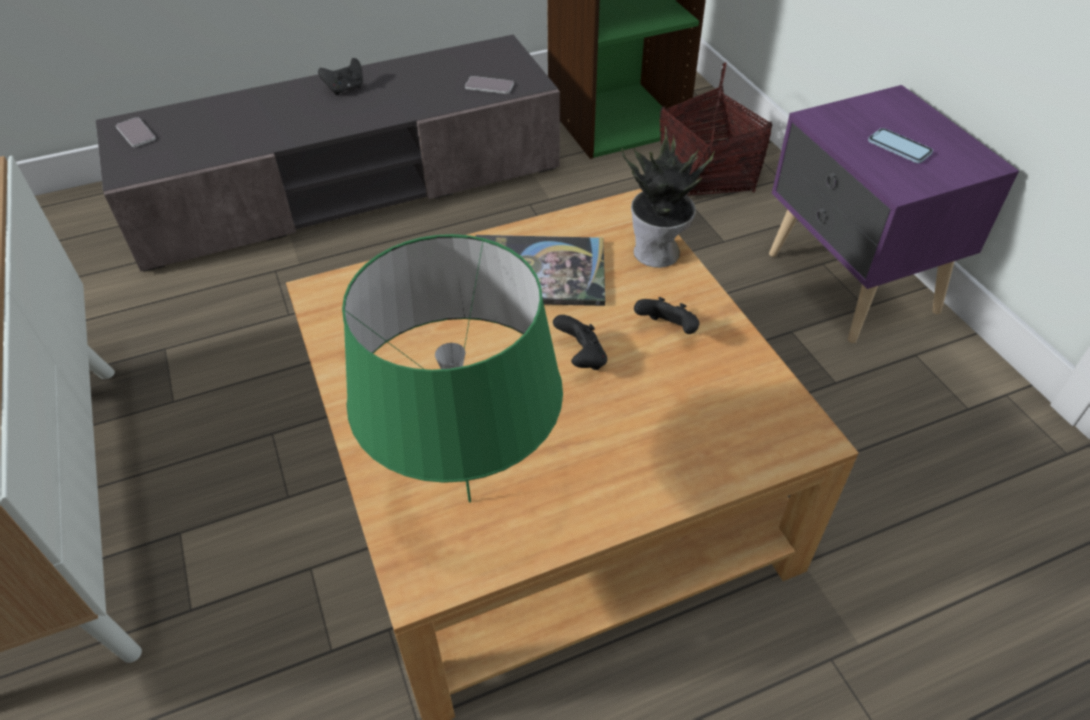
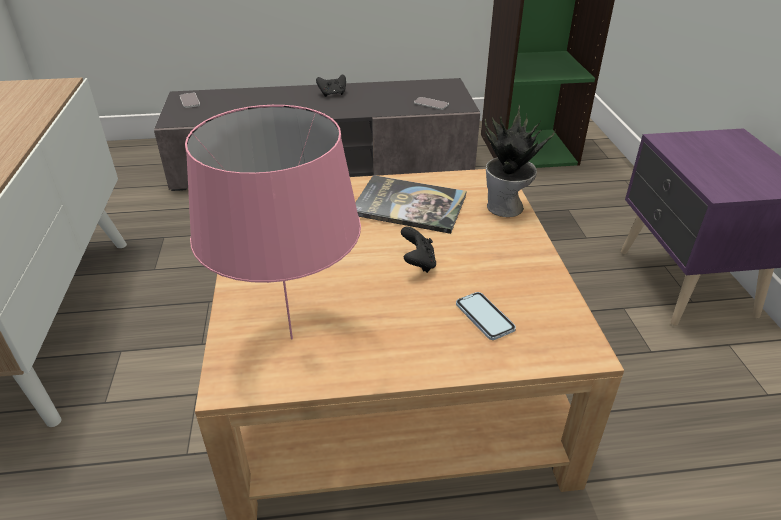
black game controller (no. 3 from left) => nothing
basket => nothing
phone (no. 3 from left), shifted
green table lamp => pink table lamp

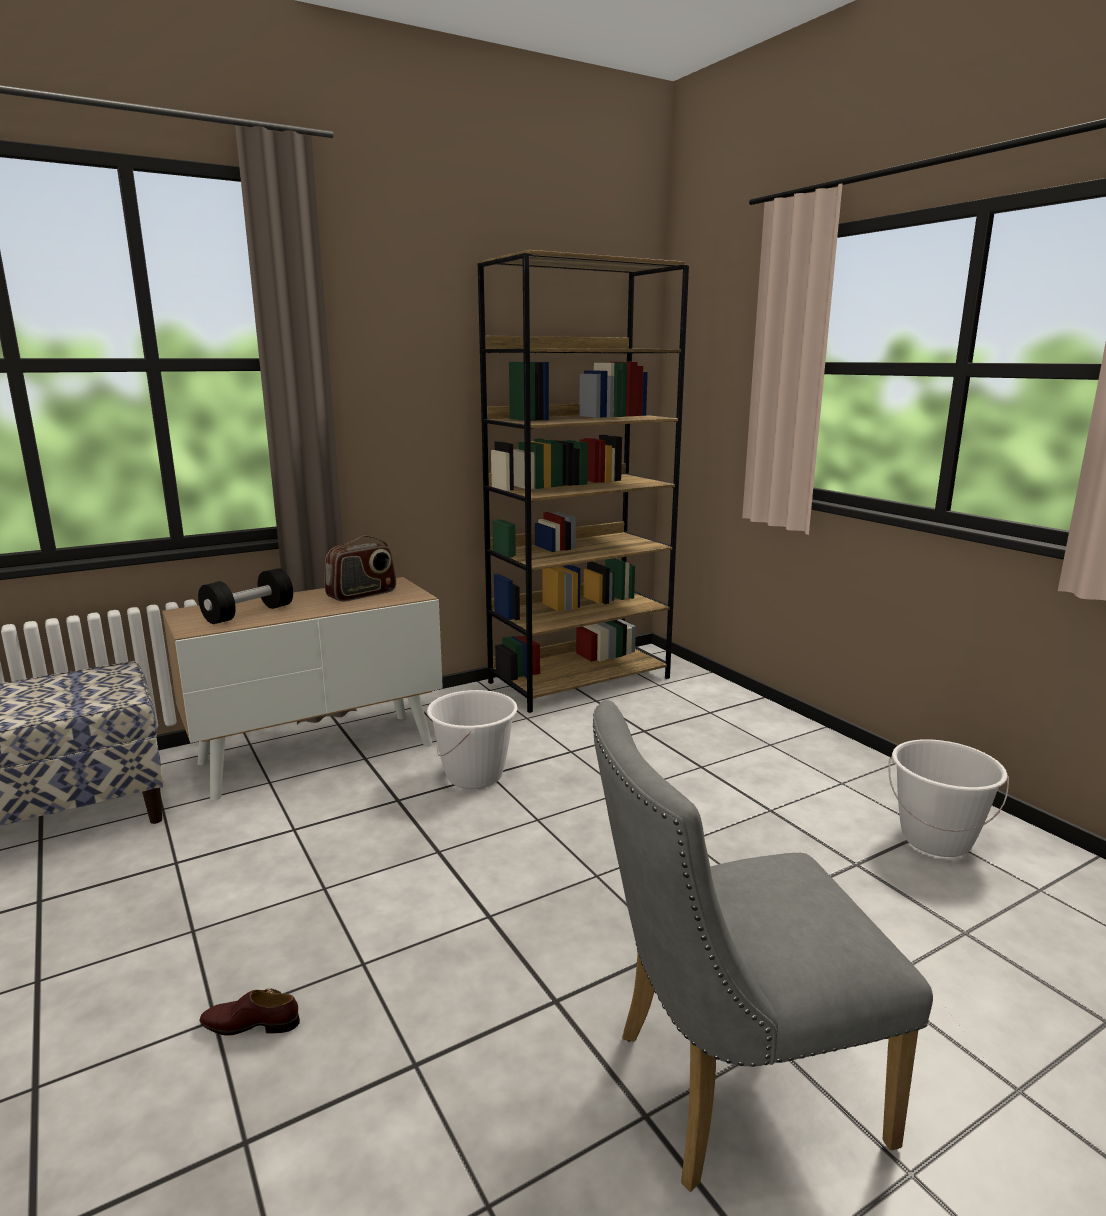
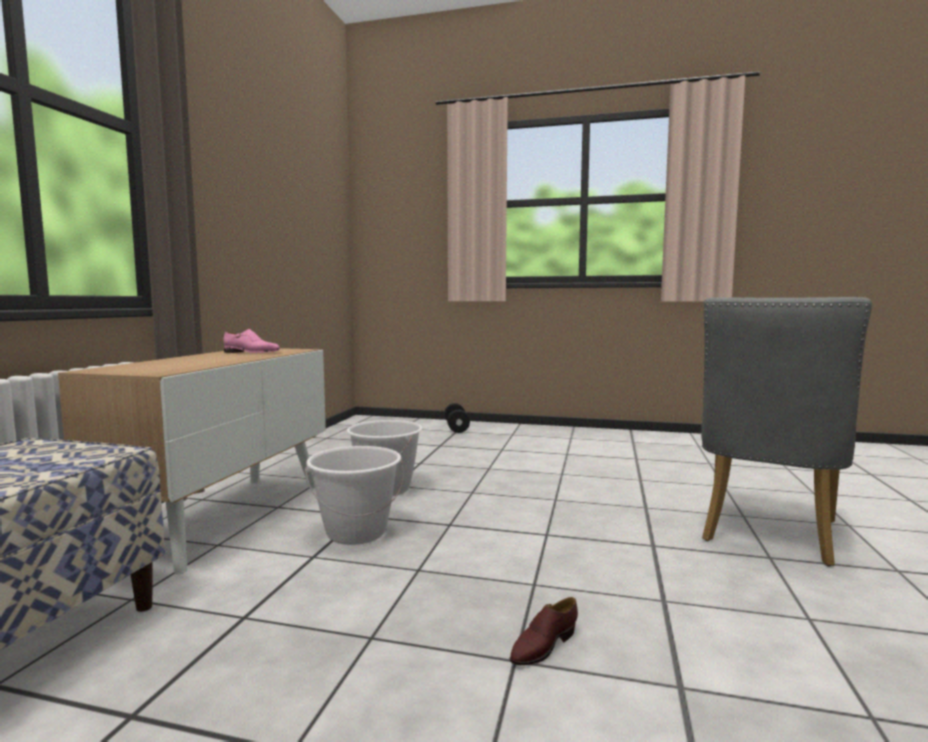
brown bookcase => nothing
black dumbbell, shifted
white bucket (no. 2 from left in the first image) => white bucket (no. 1 from left), shifted
radio => pink shoe

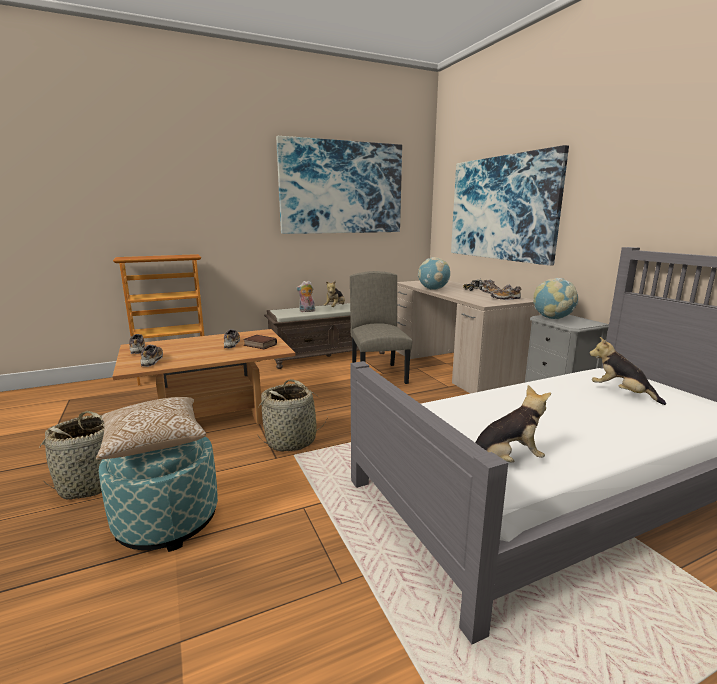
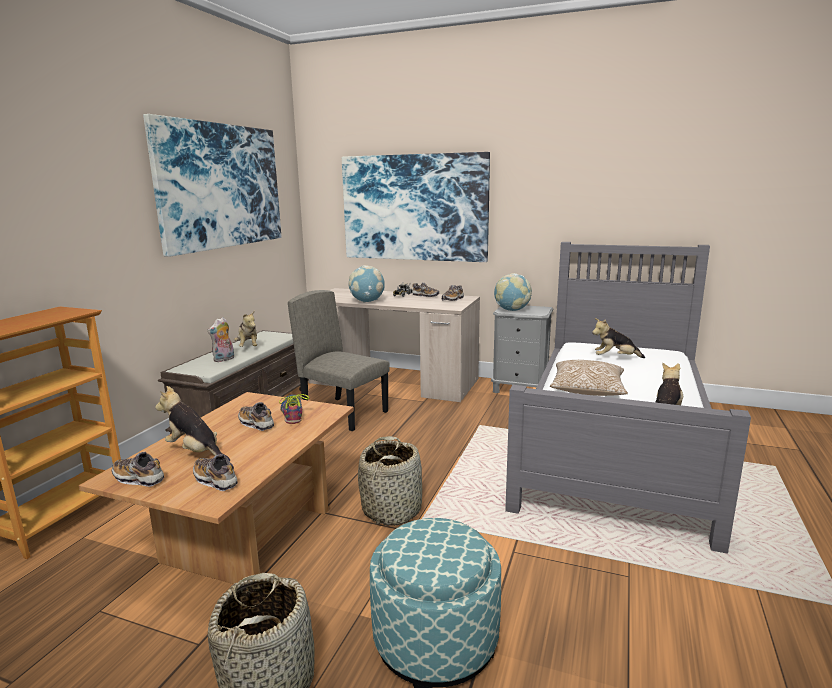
nothing => plush toy (no. 1 from left)
pillow, shifted
book => shoe (no. 4 from left)

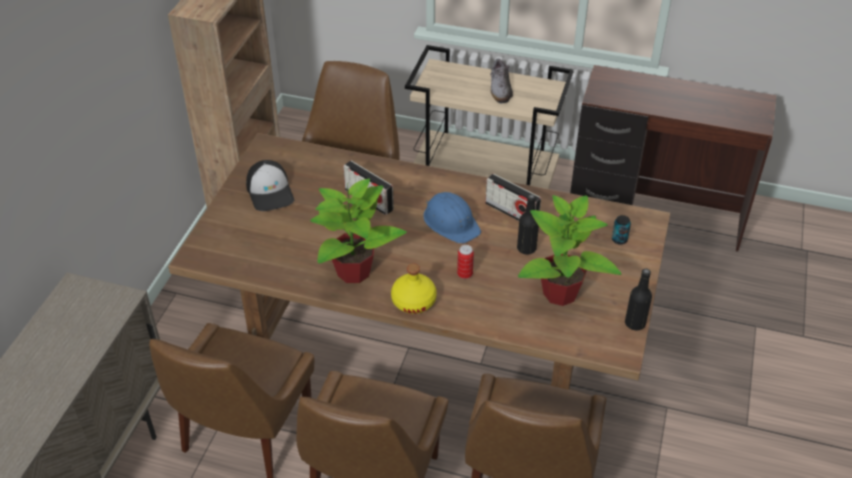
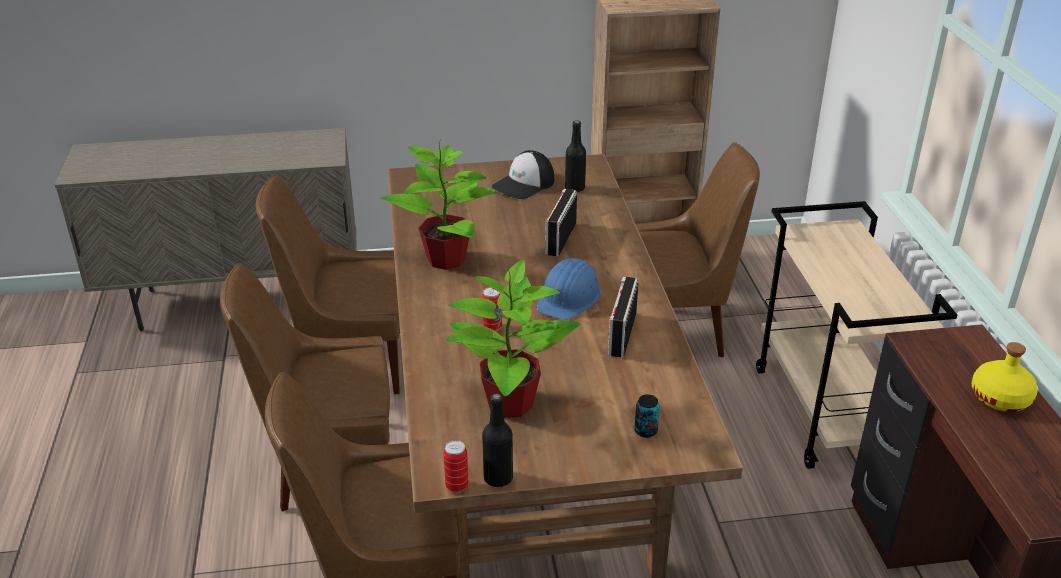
shoe => nothing
nothing => can (no. 1 from left)
yellow bottle, shifted
black bottle (no. 1 from left in the first image) => black bottle (no. 2 from left), shifted

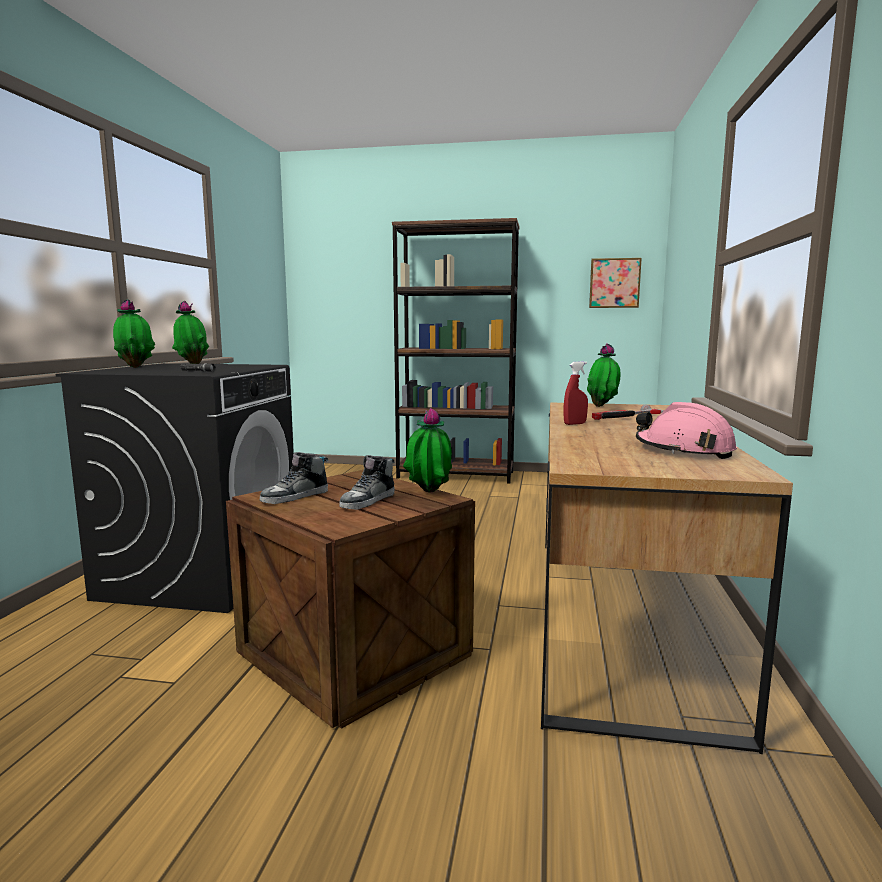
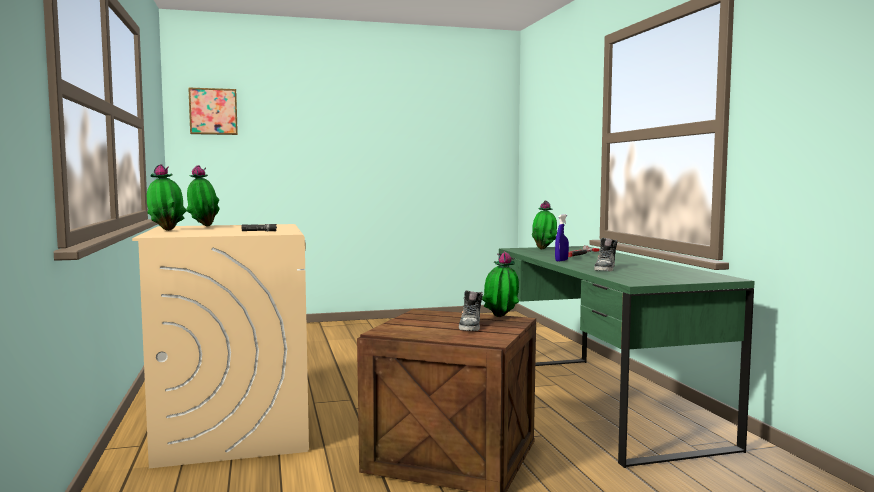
brown bookcase => nothing
pink hard hat => nothing
shoe (no. 1 from left in the first image) => shoe (no. 2 from left), shifted
picture, shifted
black washing machine => beige washing machine
brown desk => green desk
red spray bottle => blue spray bottle

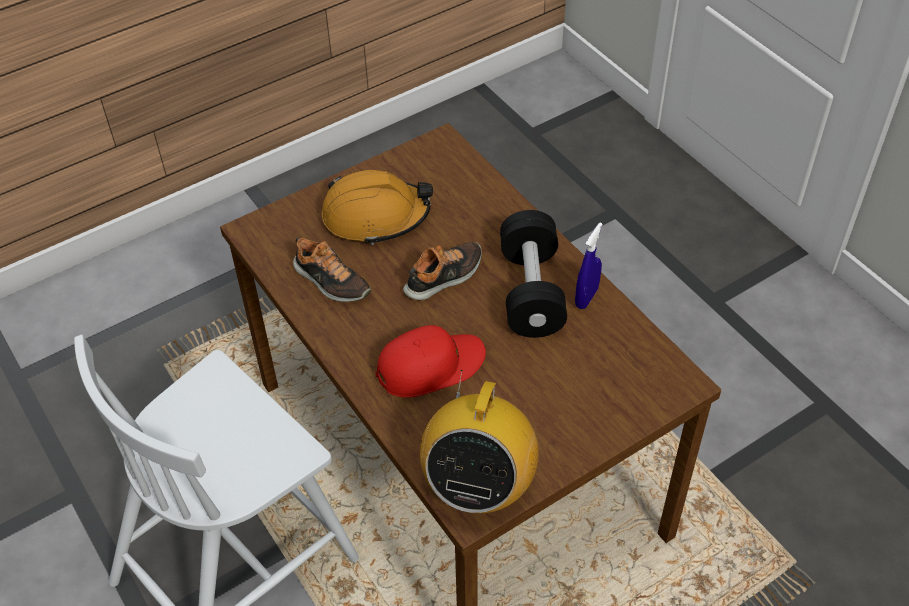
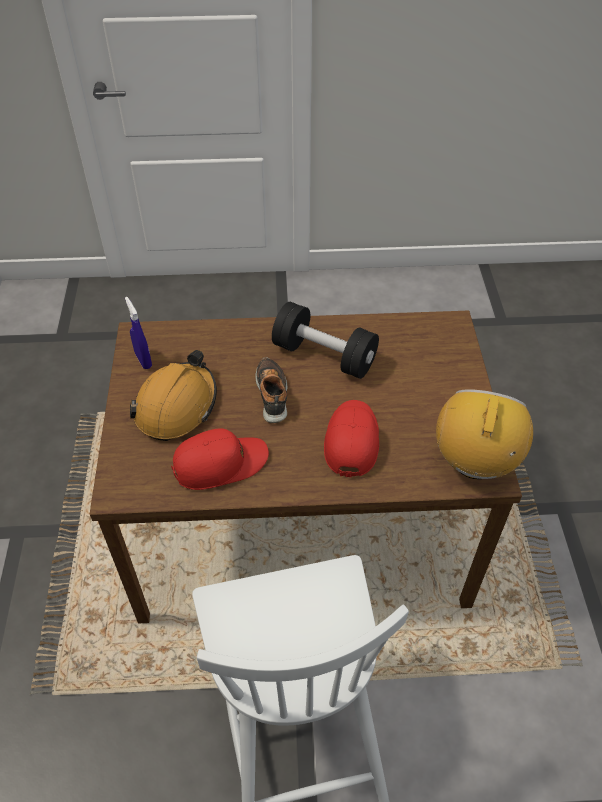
blue spray bottle, shifted
shoe (no. 1 from left) => red cap (no. 1 from left)
radio, 120 degrees counterclockwise

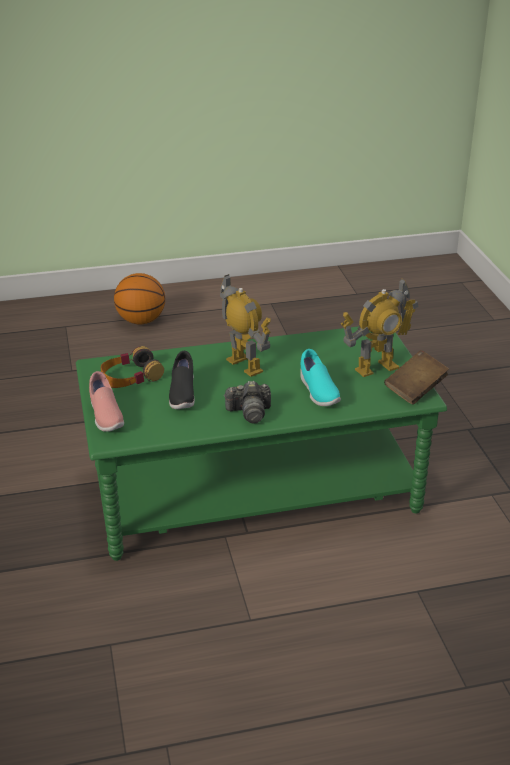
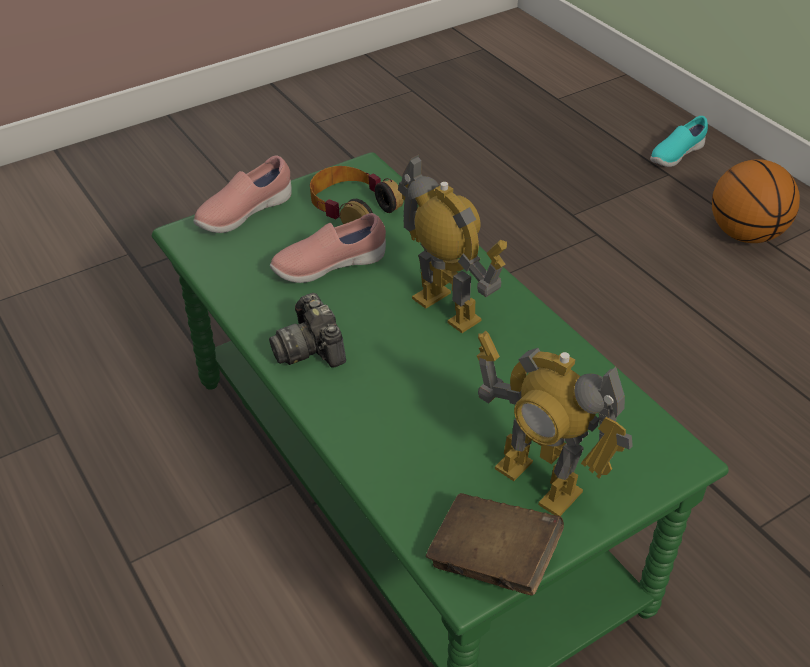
turquoise shoe, shifted
black shoe => pink shoe (no. 2 from left)
toy robot (no. 1 from left), 75 degrees counterclockwise

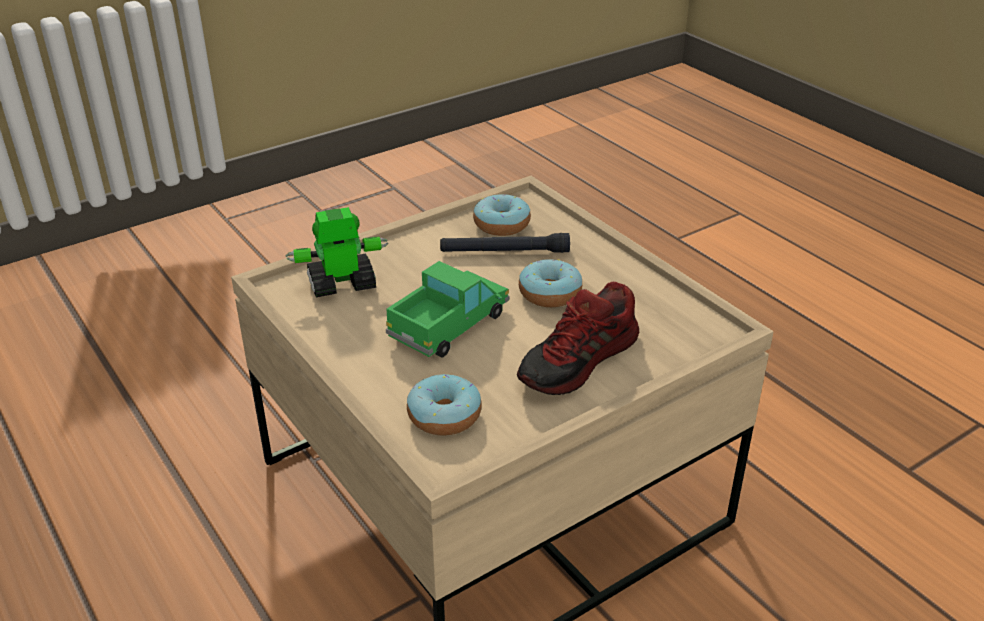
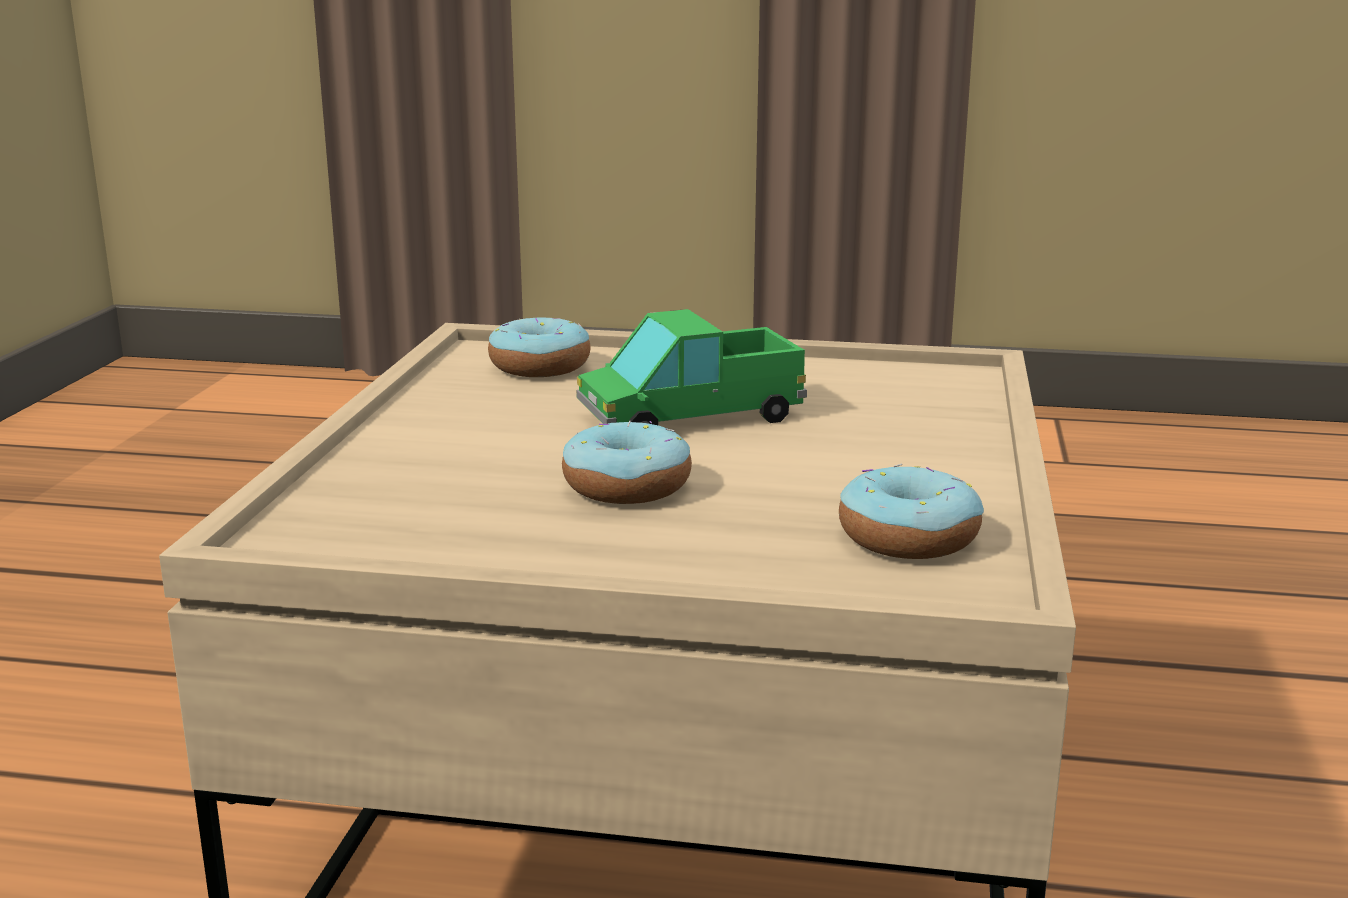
toy robot => nothing
black flashlight => nothing
shoe => nothing
toy truck, 75 degrees clockwise

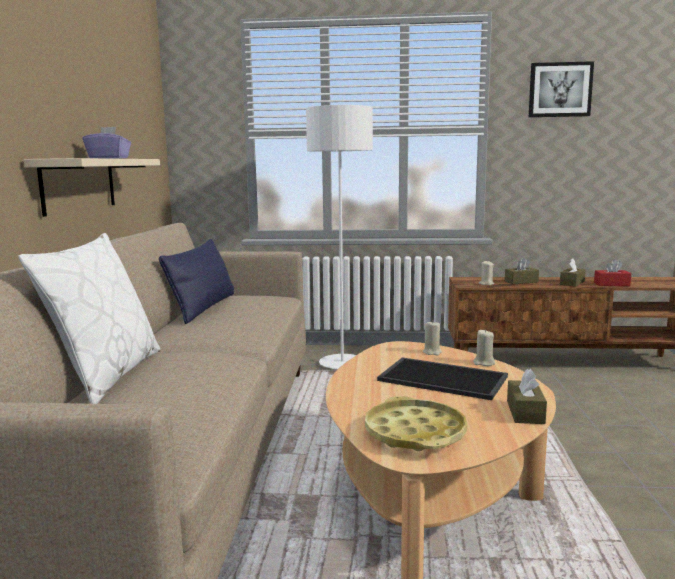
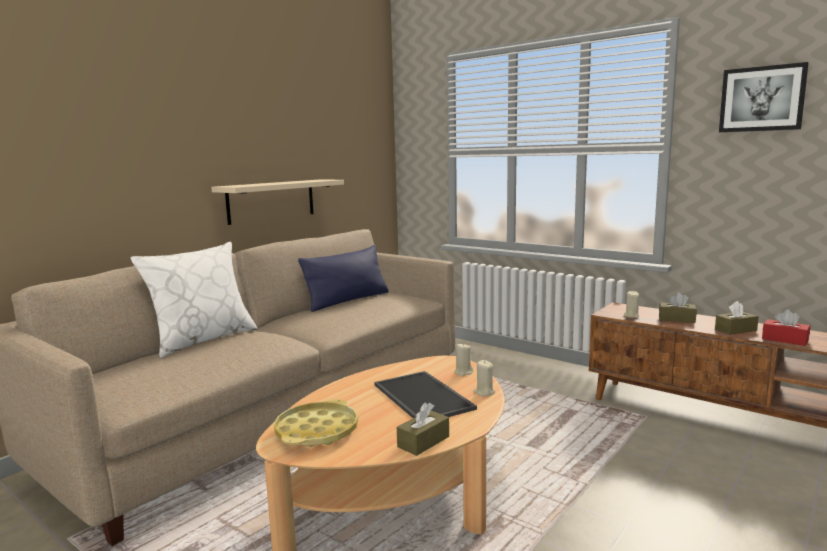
purple tissue box => nothing
white floor lamp => nothing

